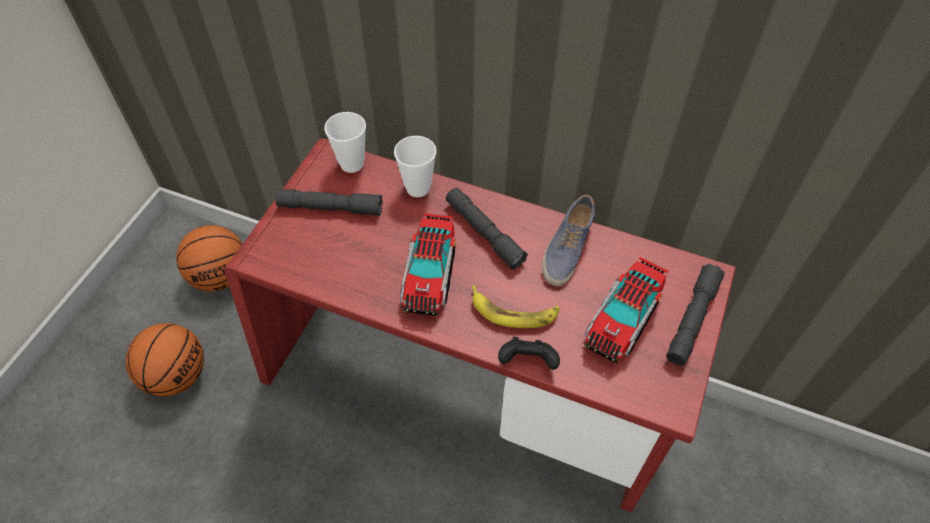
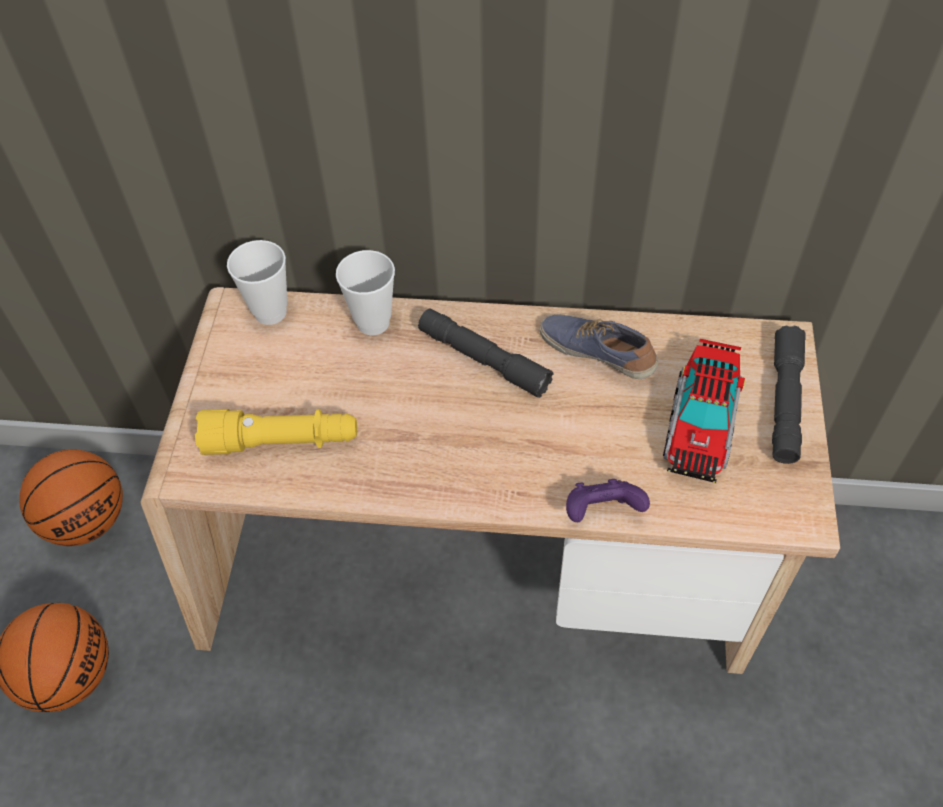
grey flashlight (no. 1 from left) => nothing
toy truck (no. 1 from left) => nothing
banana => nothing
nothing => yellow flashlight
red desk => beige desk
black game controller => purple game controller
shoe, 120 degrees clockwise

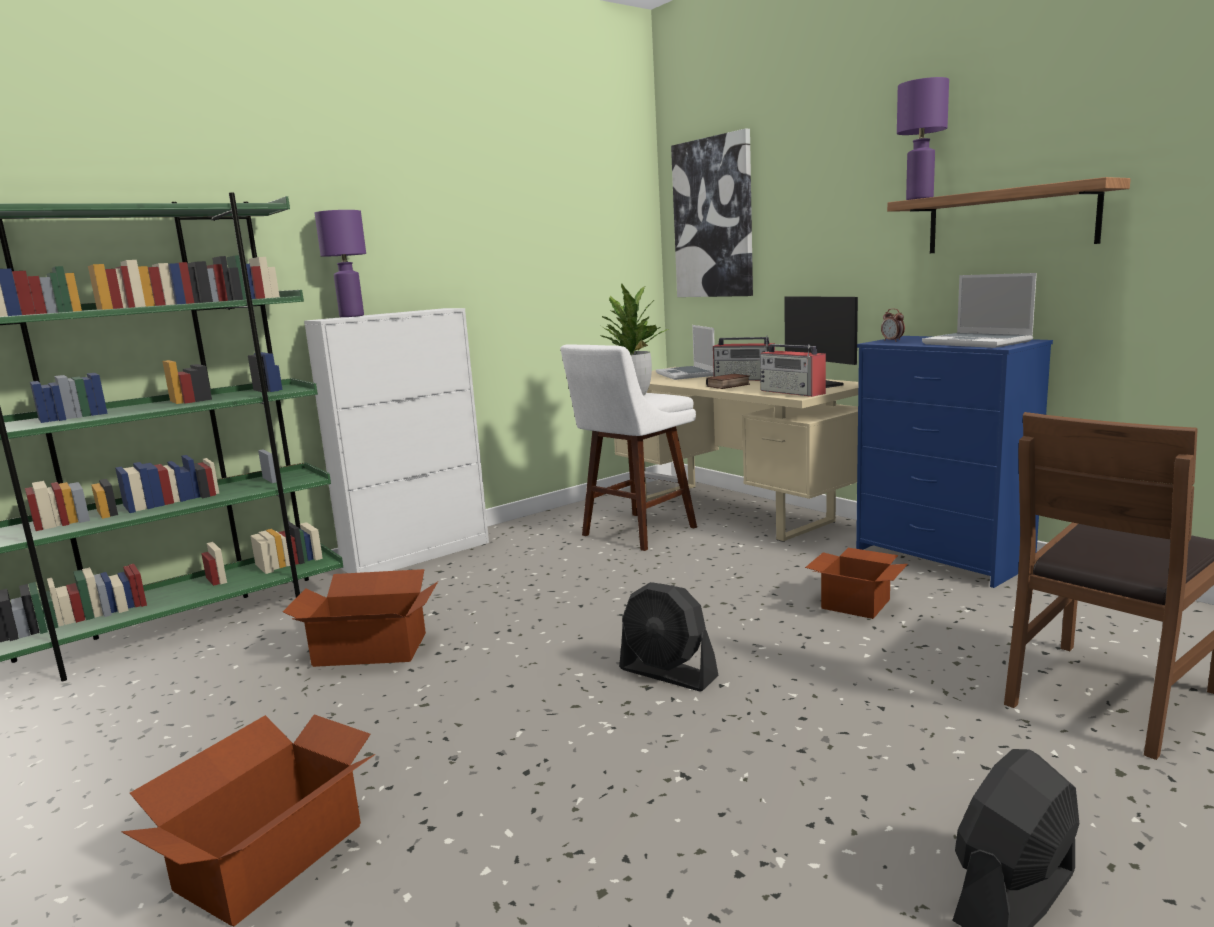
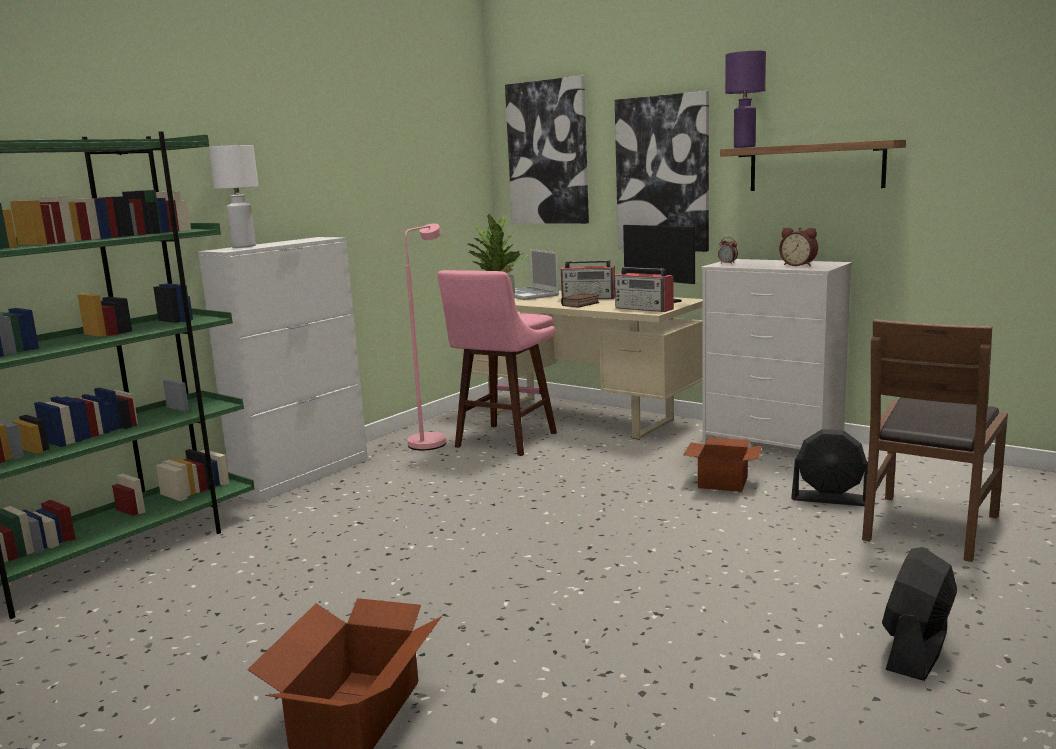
cardboard box (no. 2 from left) => nothing
nothing => pink floor lamp
nothing => picture (no. 2 from left)
black fan (no. 1 from left), shifted
laptop (no. 2 from left) => alarm clock (no. 2 from left)
purple table lamp (no. 1 from left) => white table lamp
white stool => pink stool
blue dresser => white dresser

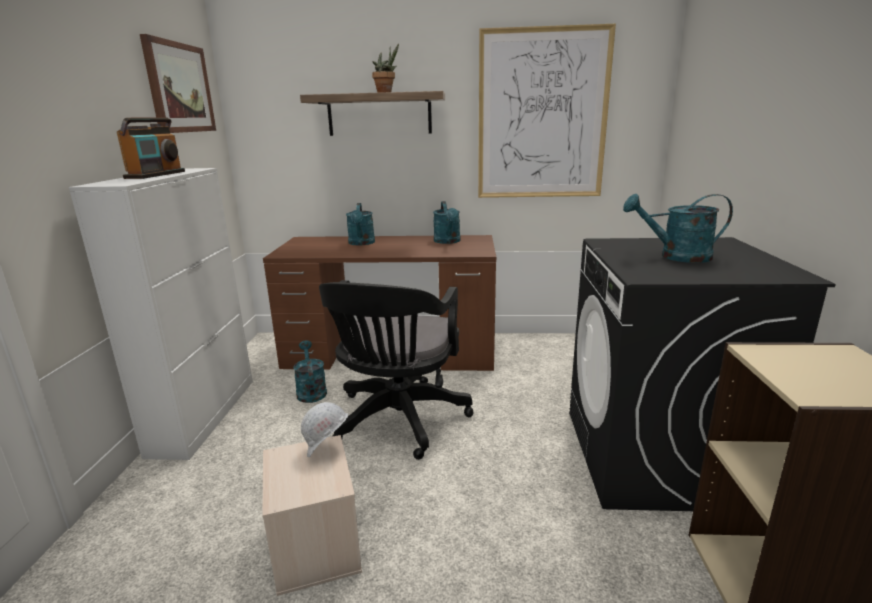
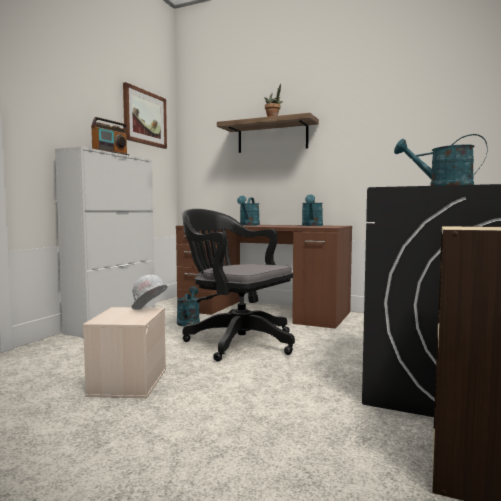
picture (no. 2 from left) => nothing
black office chair, 90 degrees clockwise

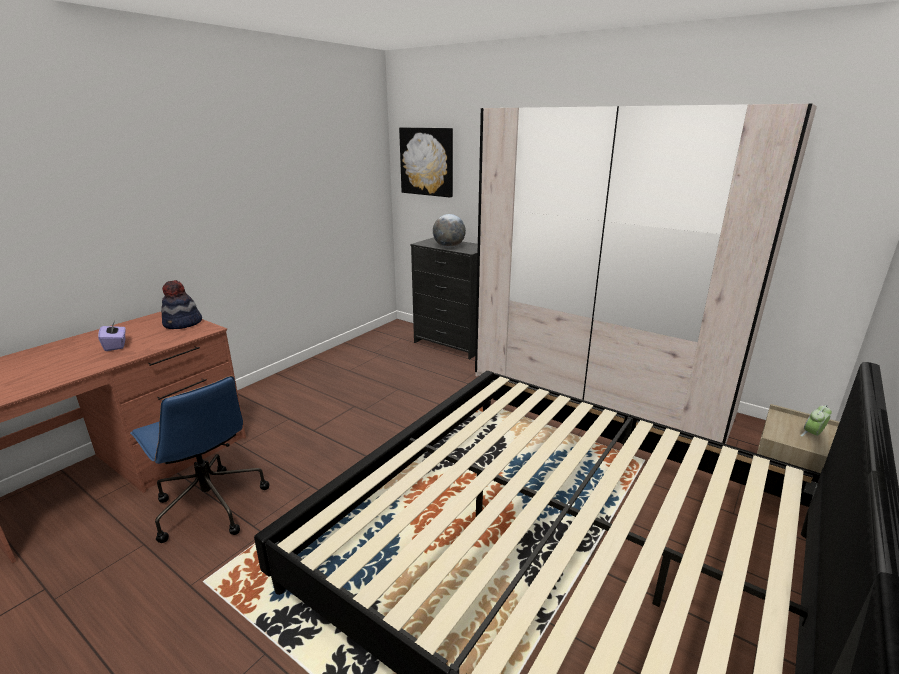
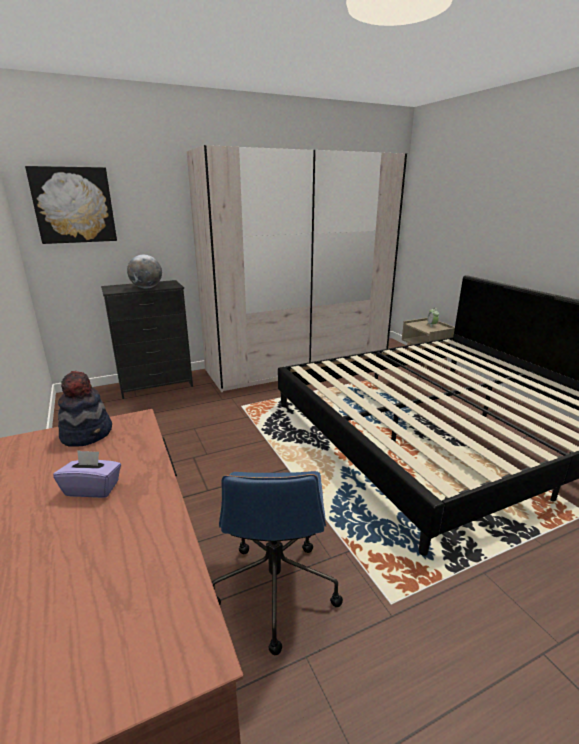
blue office chair, 105 degrees clockwise

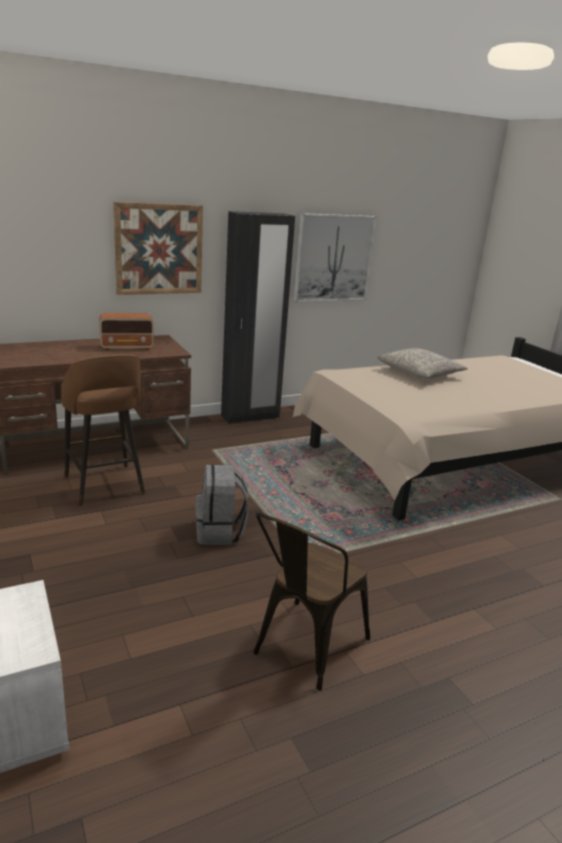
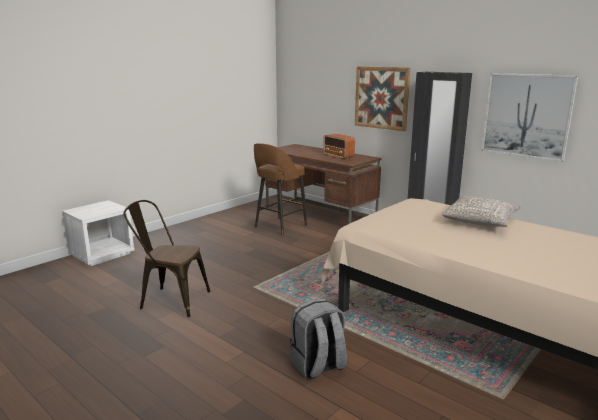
grey backpack, shifted

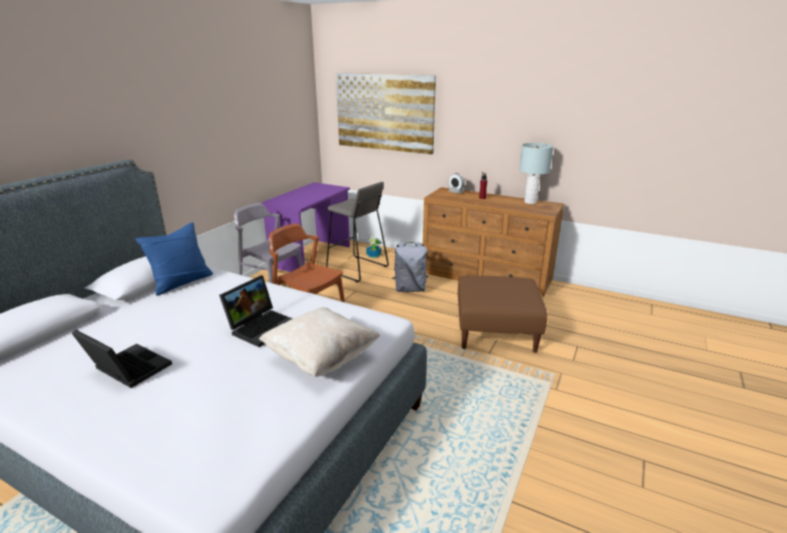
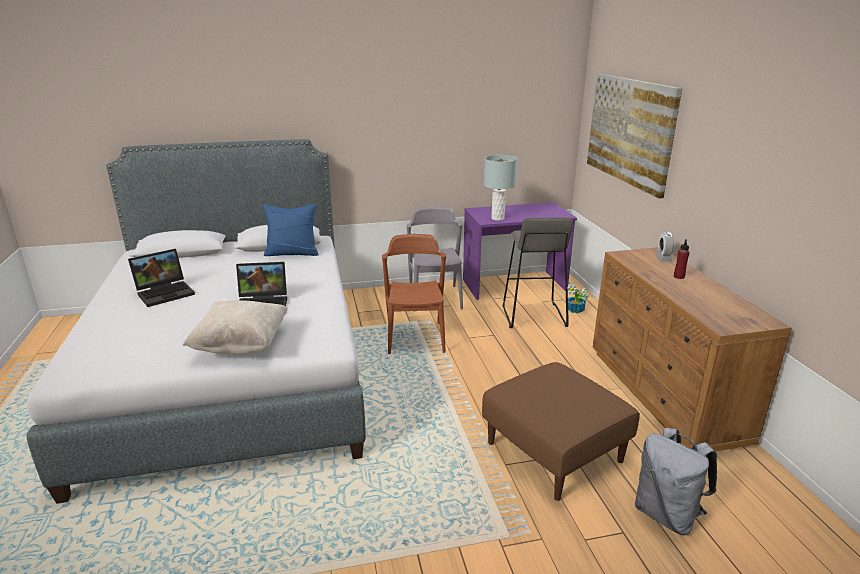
grey backpack, shifted
grey table lamp, shifted
laptop (no. 1 from left), 60 degrees clockwise

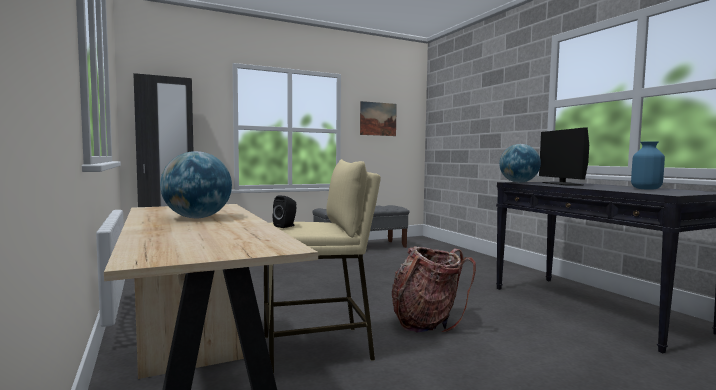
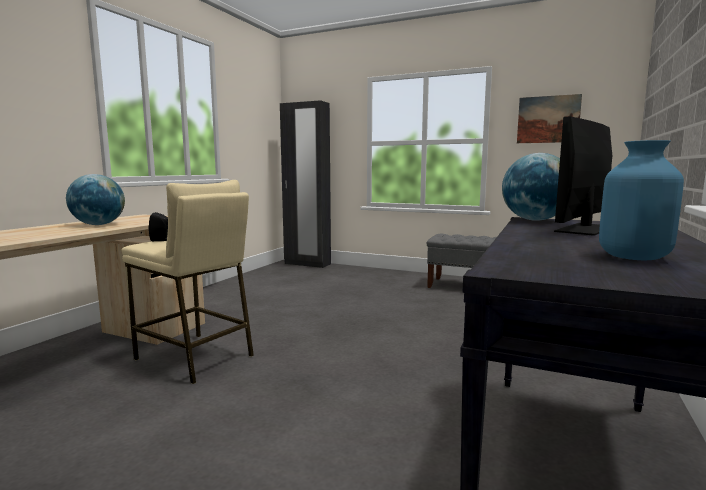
backpack => nothing

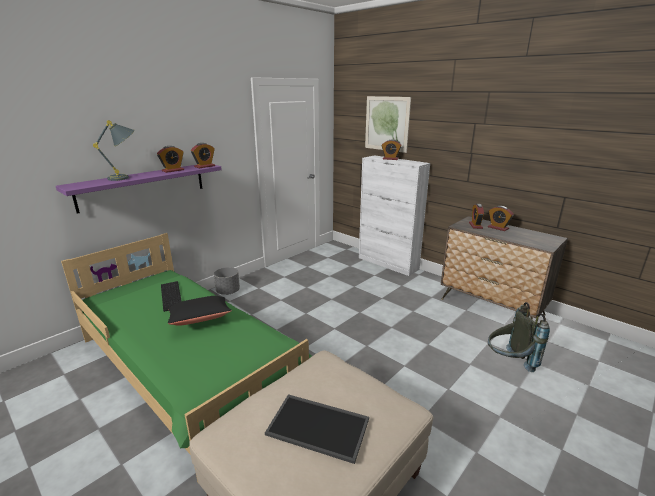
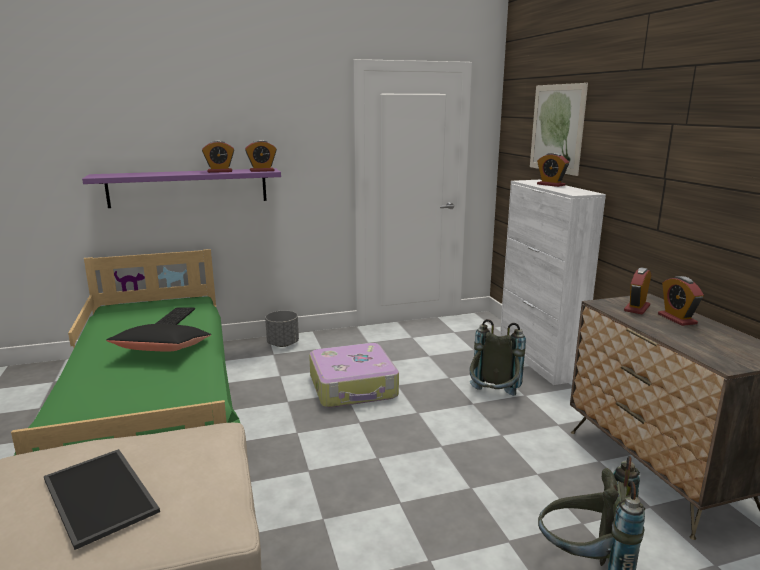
grey table lamp => nothing
nothing => suitcase
nothing => grey backpack (no. 1 from left)

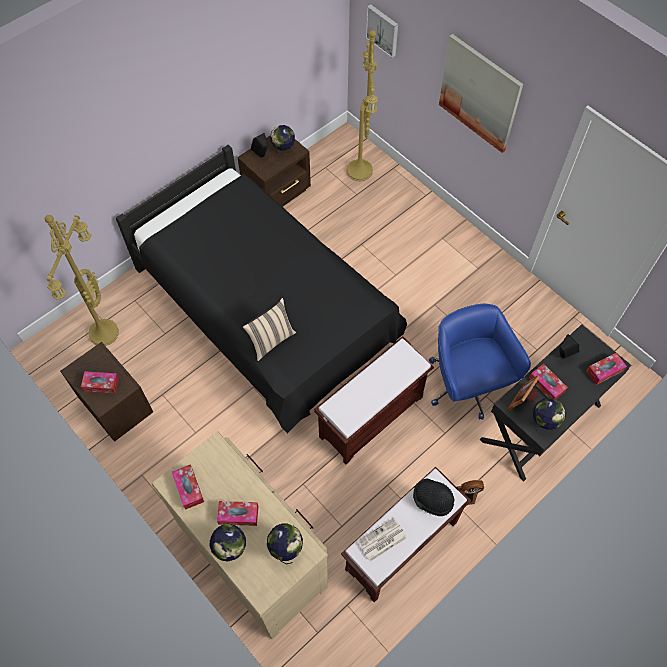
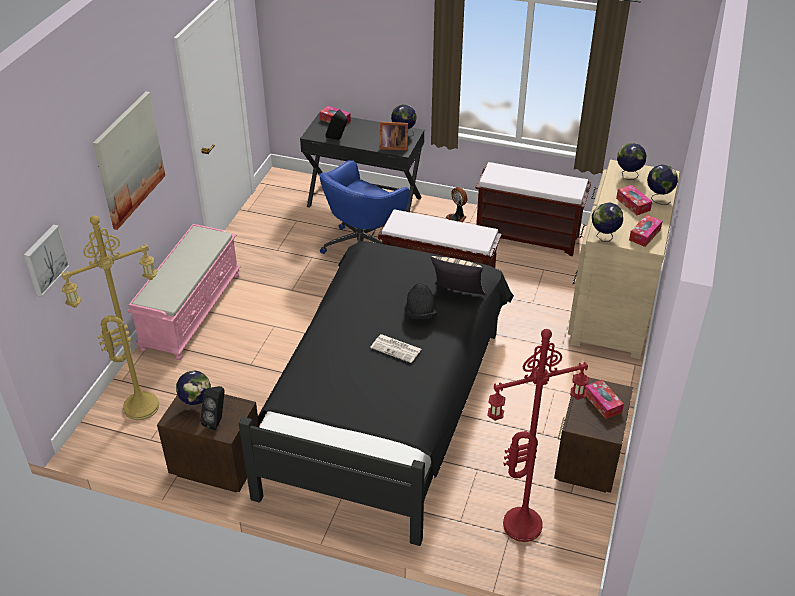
tissue box (no. 4 from left) => nothing
nothing => pink bench
nothing => globe (no. 3 from left)
newspaper, shifted
black hat, shifted
yellow floor lamp (no. 1 from left) => red floor lamp

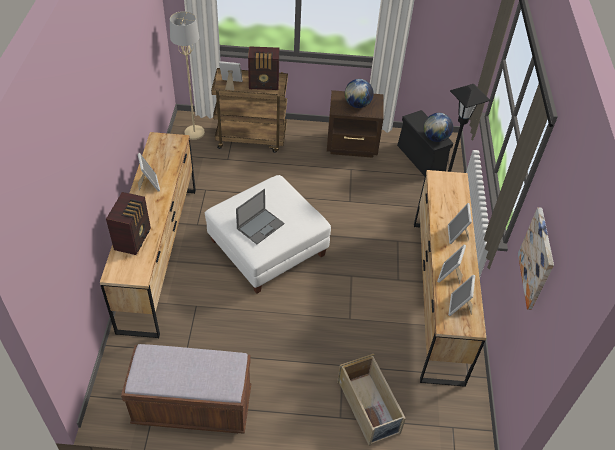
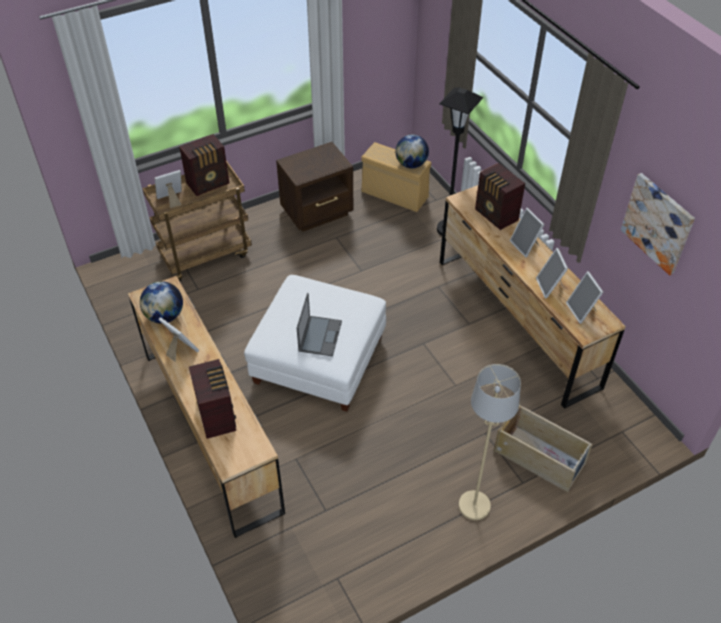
brown bench => nothing
nothing => radio (no. 3 from left)
beige floor lamp, shifted
globe (no. 1 from left), shifted
black storage box => beige storage box (no. 1 from left)

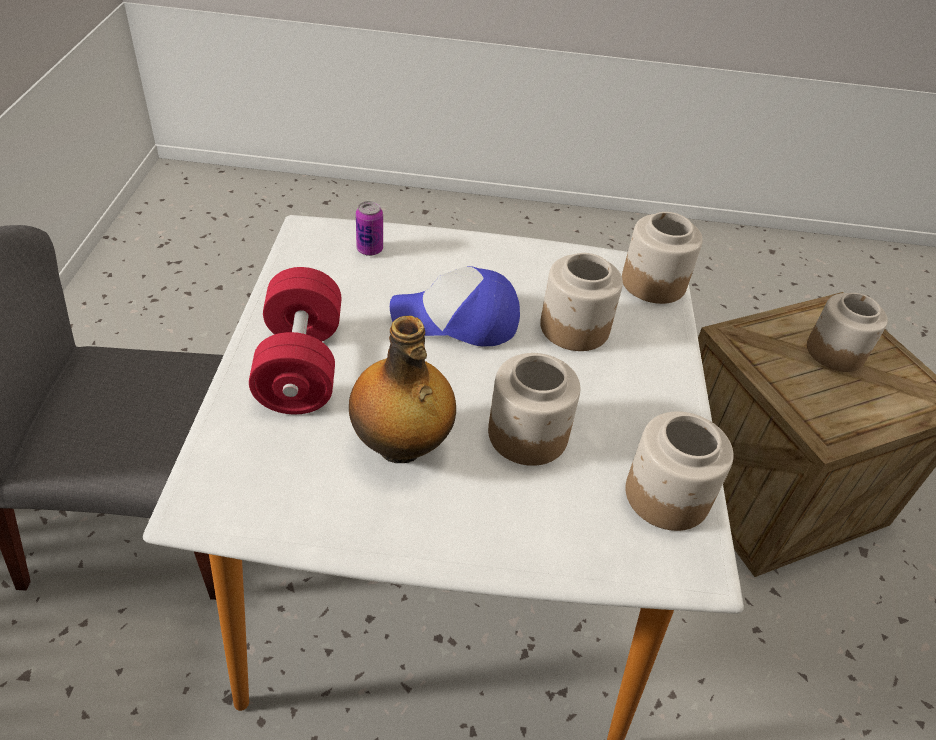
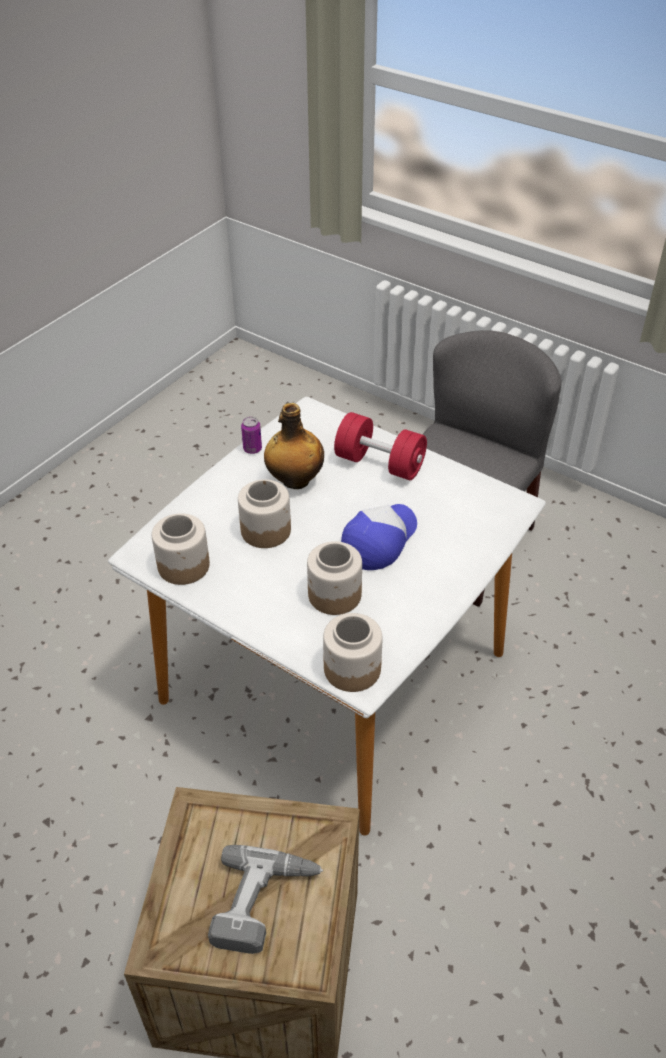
can, shifted
jar (no. 5 from left) => power drill

